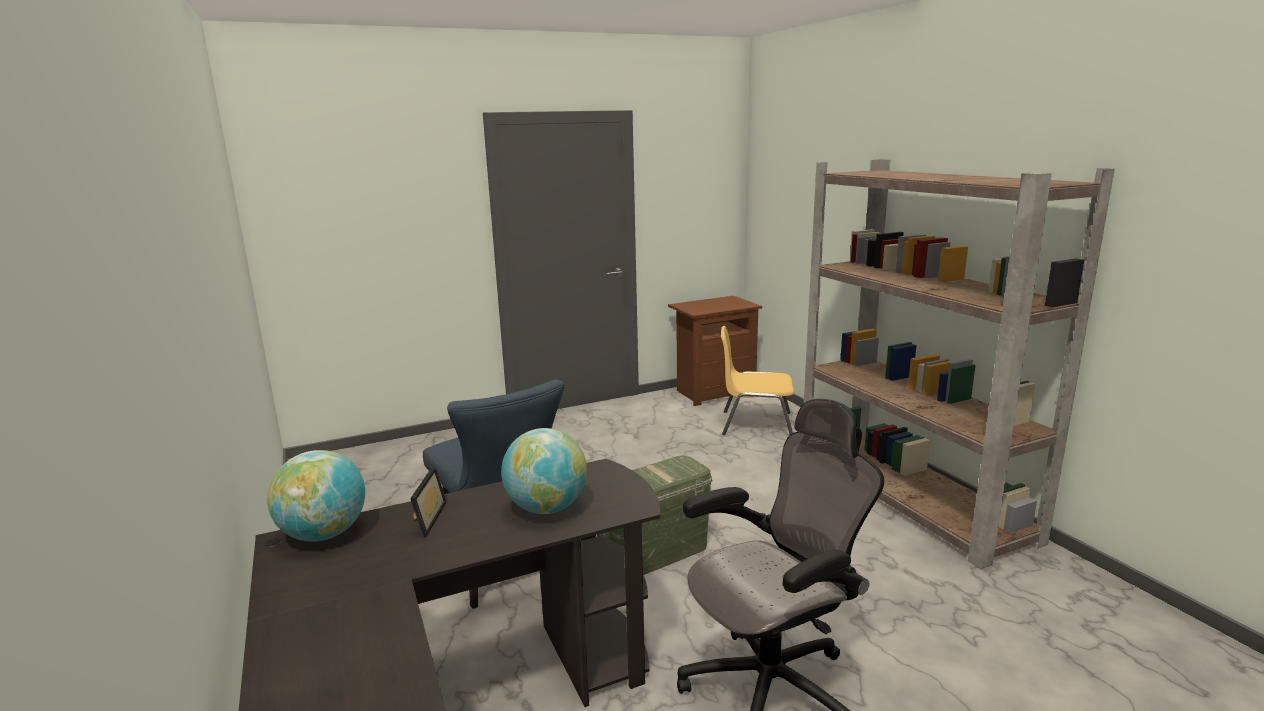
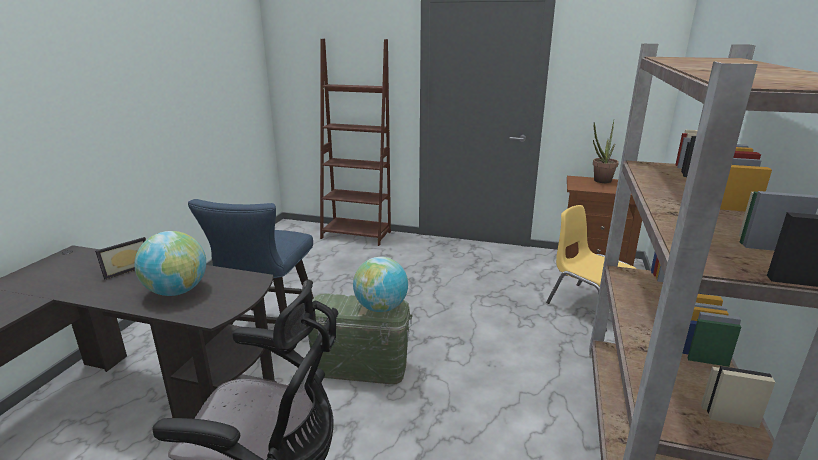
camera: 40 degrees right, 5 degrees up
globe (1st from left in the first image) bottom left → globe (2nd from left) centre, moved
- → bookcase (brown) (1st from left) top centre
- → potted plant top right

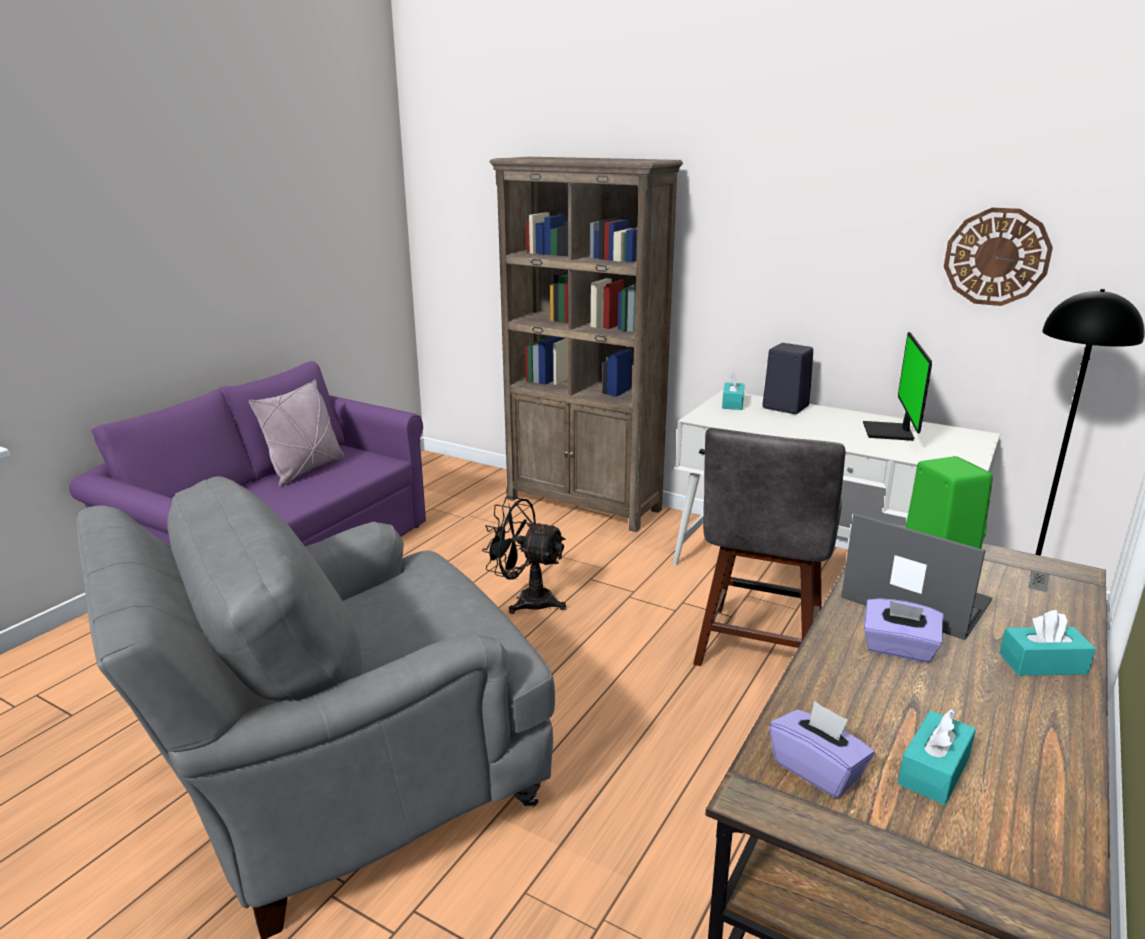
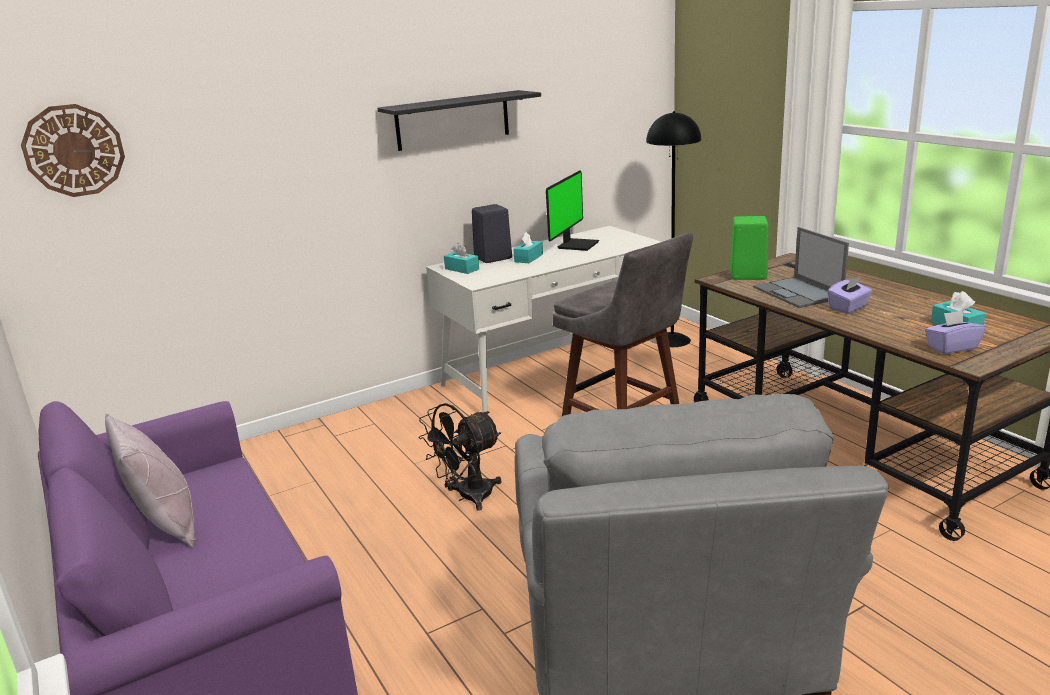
camera: 60 degrees left, 0 degrees up
bookcase (brown) centre → -
laptop middle right, 90 degrees counterclockwise
monitor middle right → monitor top centre, 105 degrees counterclockwise
wall clock top right → wall clock top left, moved
tissue box (turquoise) (3rd from left in the first image) bottom right → tissue box (turquoise) (2nd from left) centre, moved
- → shelf (black) top centre

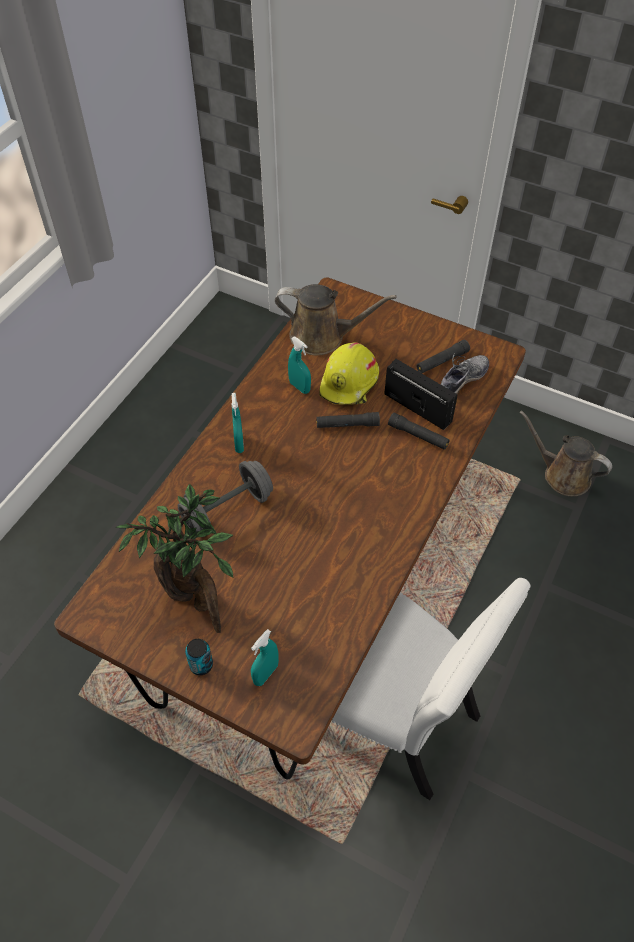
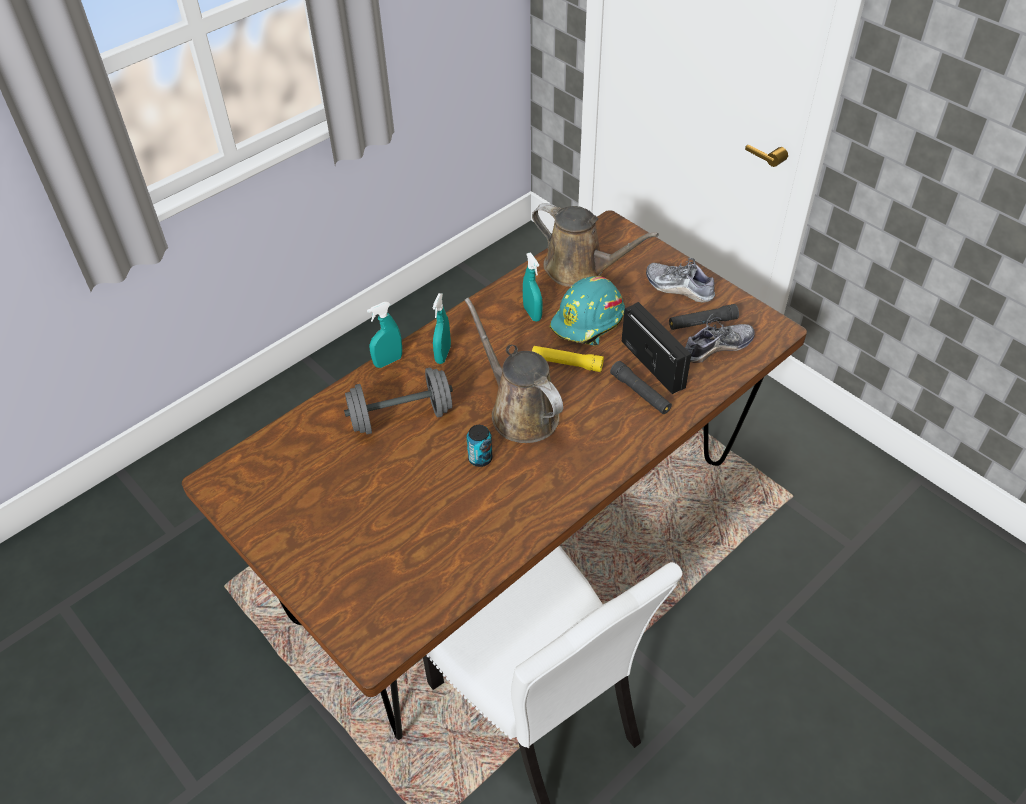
camera: 20 degrees right, 5 degrees down
potted plant middle left → -
can bottom left → can centre, moved
spray bottle (turquoise) (2nd from left in the first image) bottom centre → spray bottle (turquoise) (1st from left) centre, moved
flashlight (black) (1st from left) centre → flashlight (yellow) centre
hard hat (yellow) centre → hard hat (turquoise) centre
watering can (brown) (2nd from left in the first image) middle right → watering can (brown) (1st from left) centre, moved
- → shoe (1st from left) centre

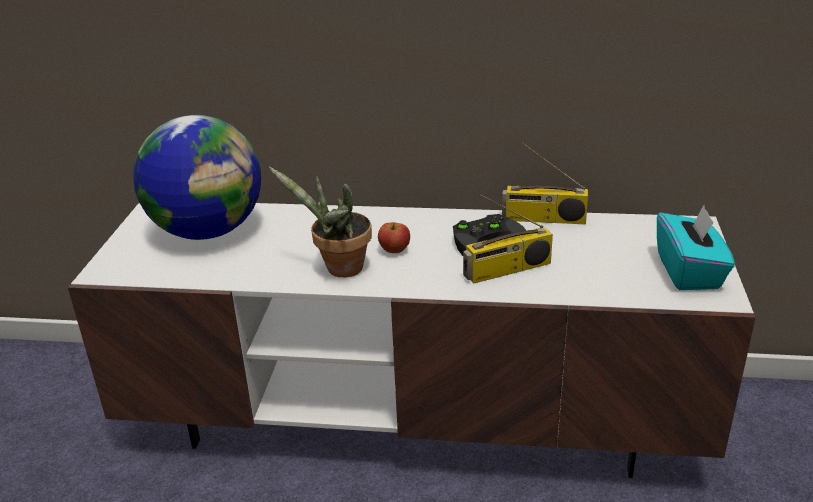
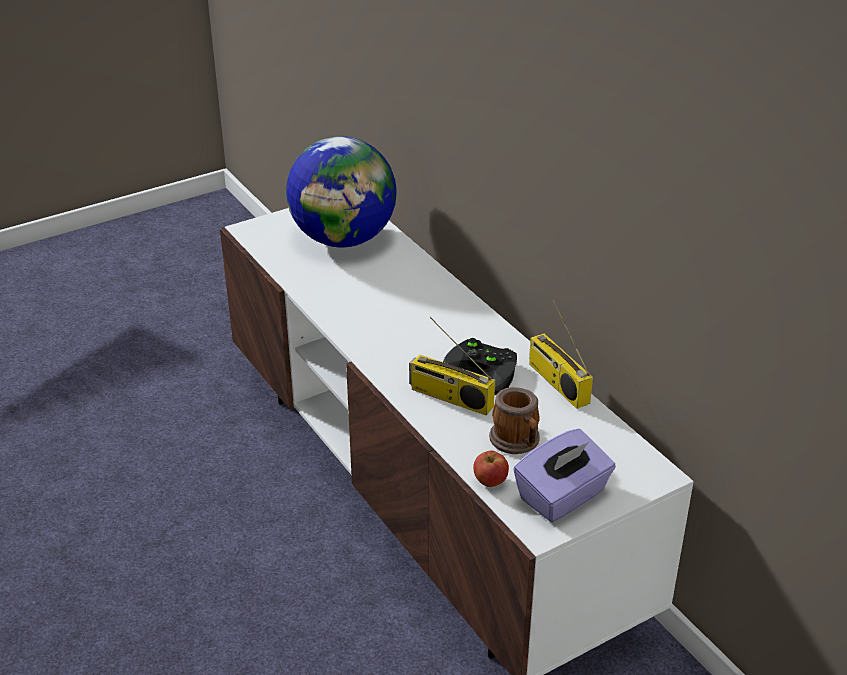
camera: 50 degrees right, 5 degrees up
potted plant centre → -
apple centre → apple bottom centre, moved
tissue box (turquoise) middle right → tissue box (purple) bottom centre
- → mug centre

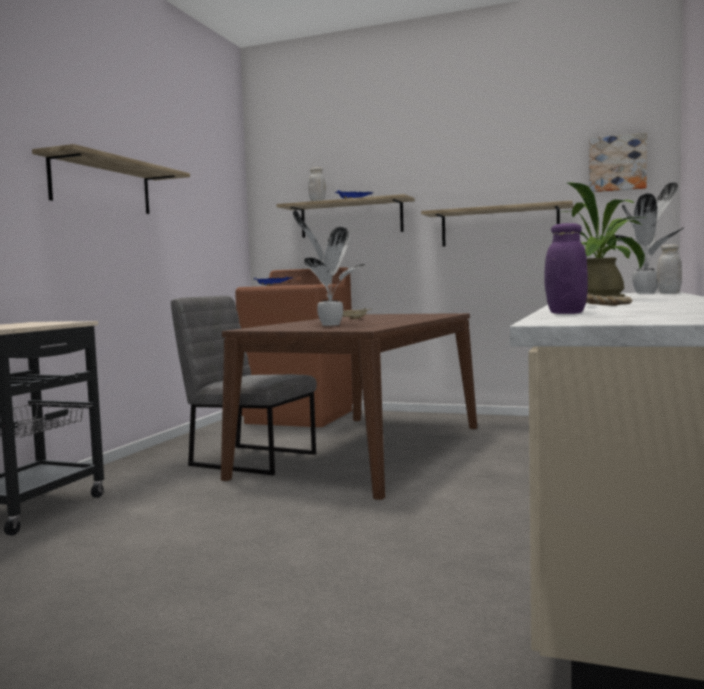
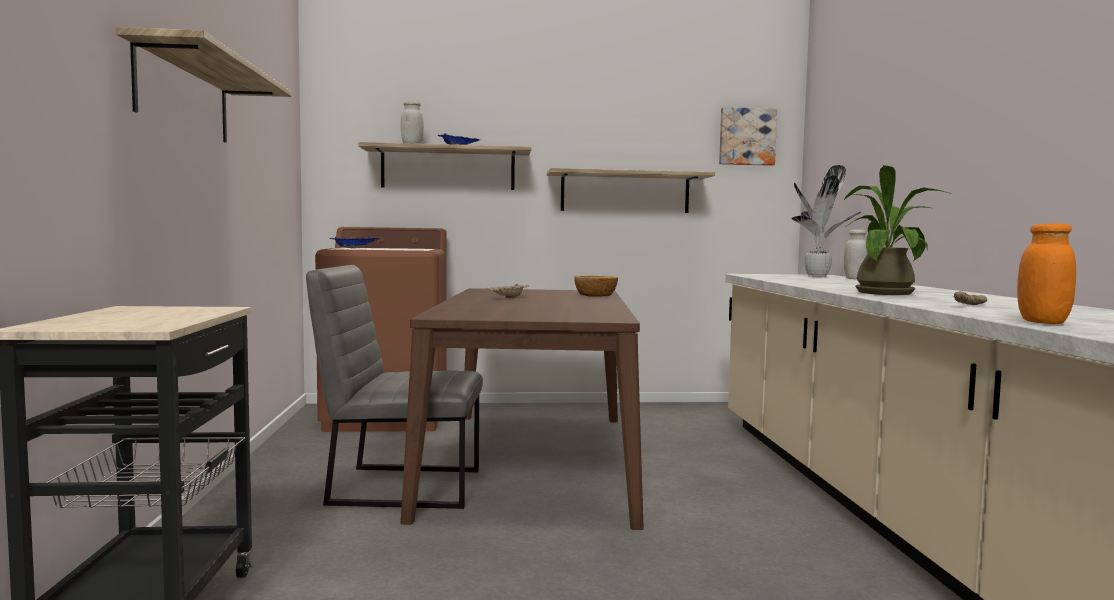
camera: 25 degrees left, 0 degrees up
potted plant (1st from left) centre → -
jar (purple) middle right → jar (orange) middle right
- → bowl centre

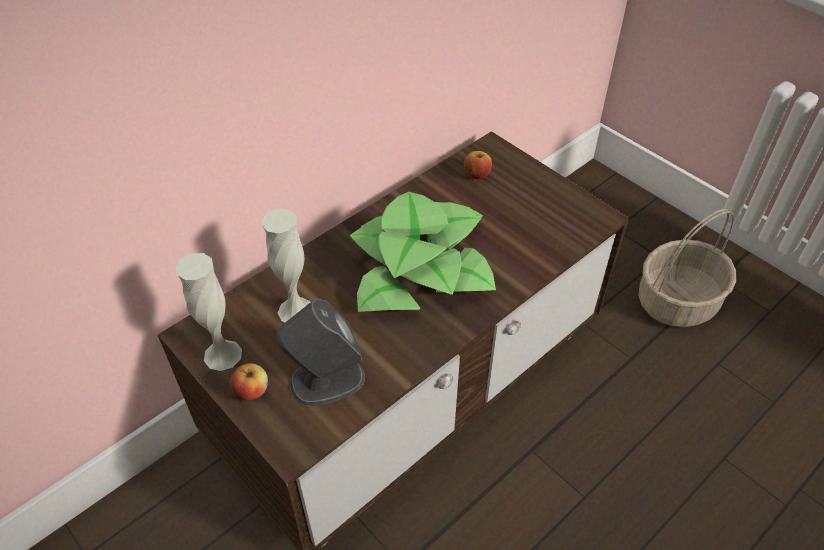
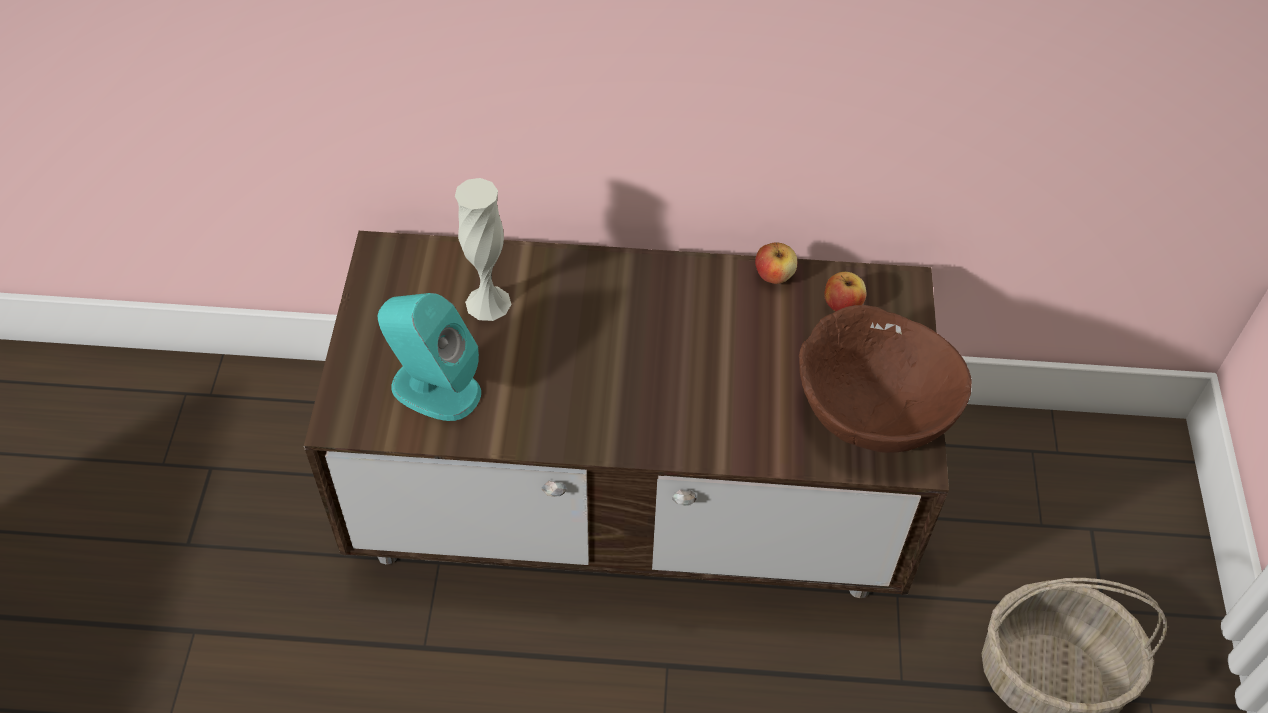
camera: 45 degrees right, 5 degrees up
vase (white) (1st from left) middle left → -
apple (1st from left) bottom left → apple (1st from left) centre, moved
speaker (grey) centre → speaker (turquoise) centre
potted plant centre → -
- → bowl (brown) middle right

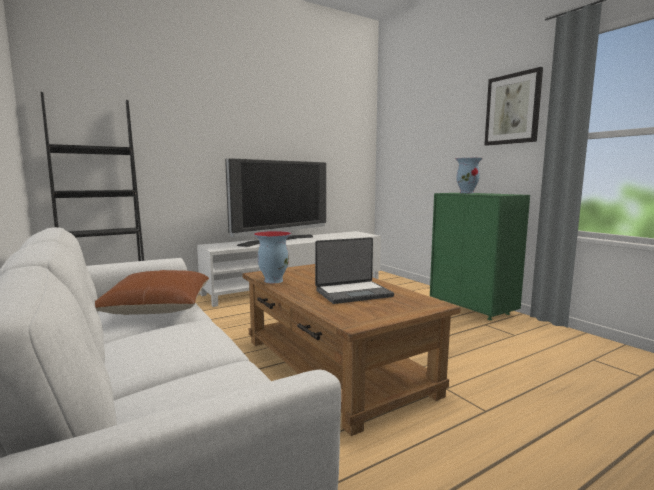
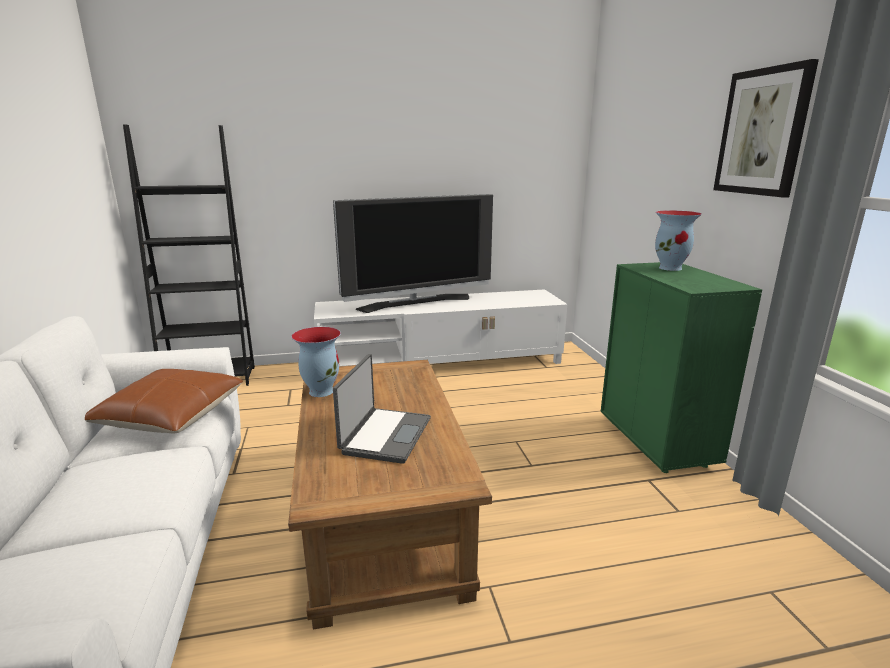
camera: 20 degrees right, 10 degrees up
laptop centre, 75 degrees counterclockwise

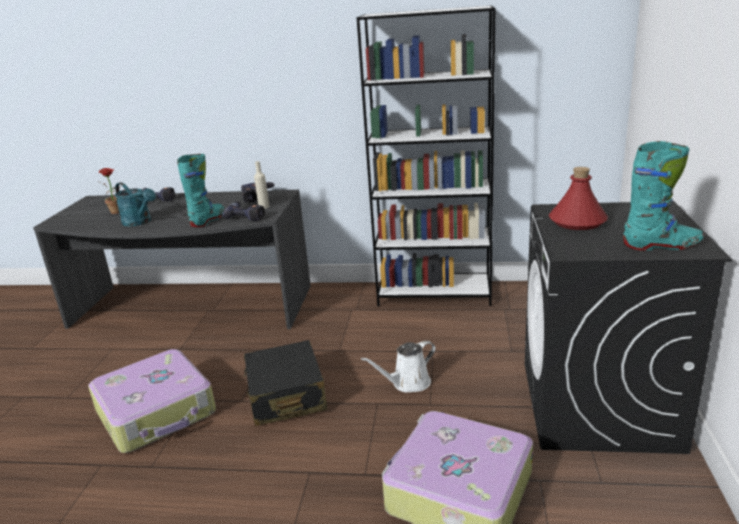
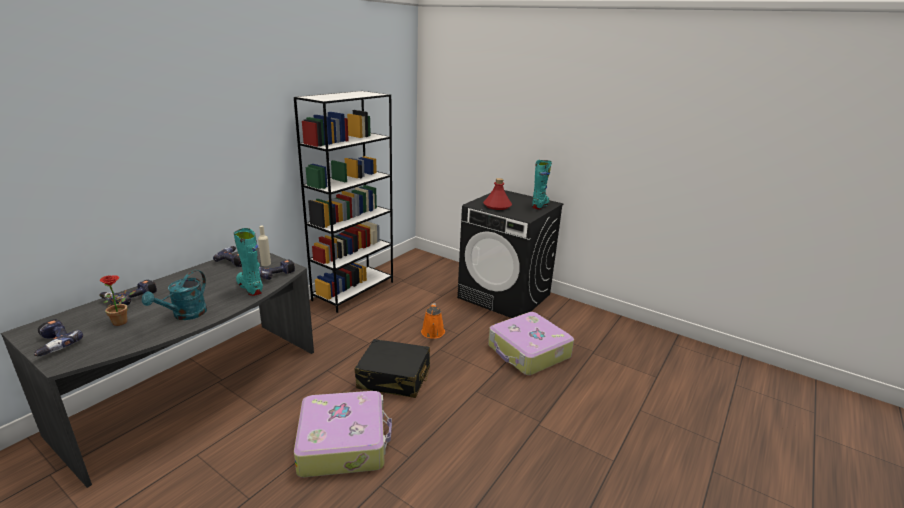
camera: 65 degrees left, 0 degrees up
watering can (turquoise) middle left, 135 degrees clockwise
watering can (white) bottom centre → watering can (orange) centre
- → power drill (1st from left) middle left

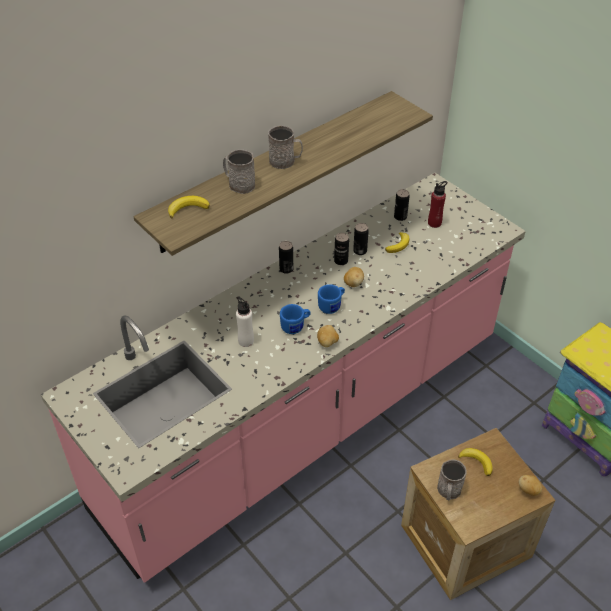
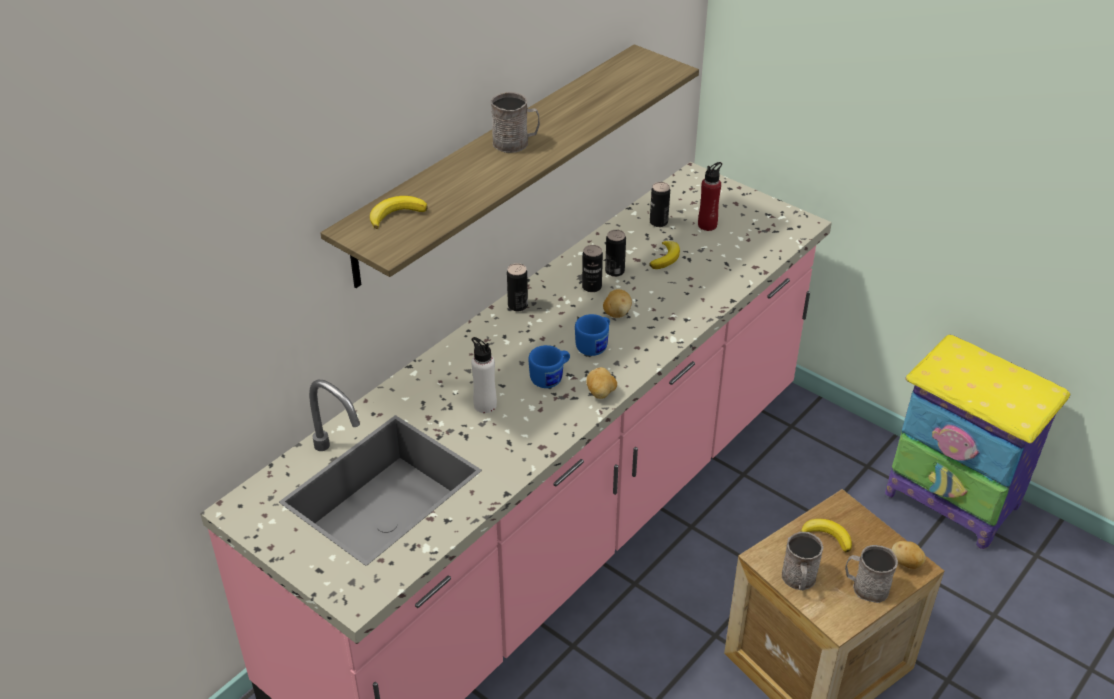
camera: 10 degrees left, 5 degrees down
mug (grey) (1st from left in the first image) top centre → mug (grey) (3rd from left) bottom right, moved

